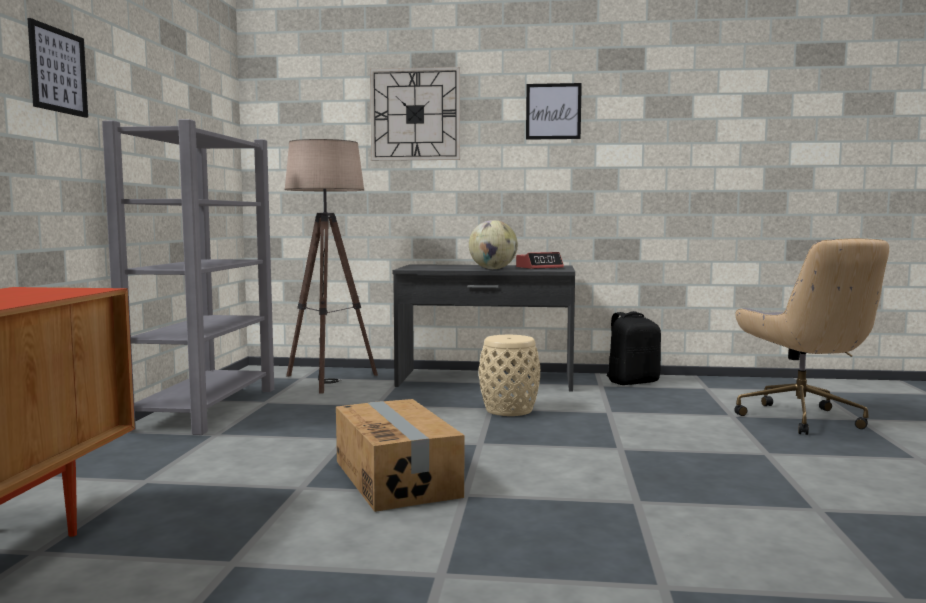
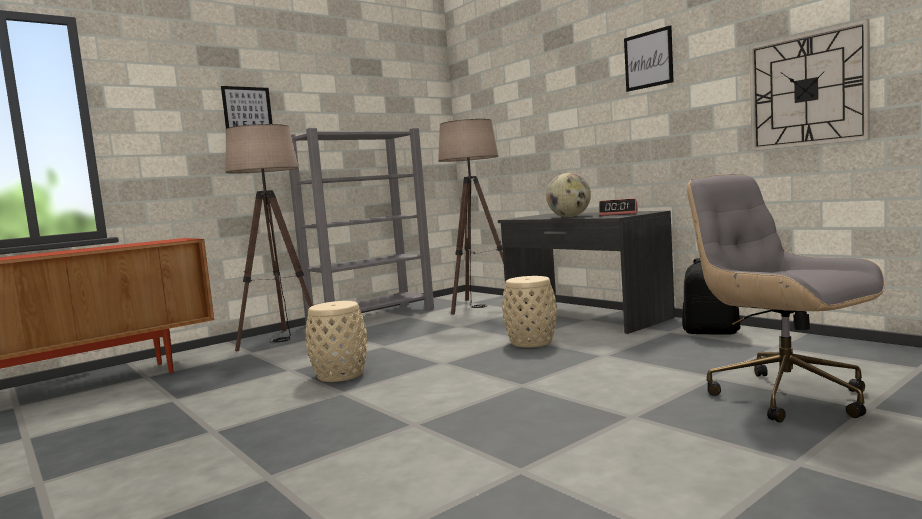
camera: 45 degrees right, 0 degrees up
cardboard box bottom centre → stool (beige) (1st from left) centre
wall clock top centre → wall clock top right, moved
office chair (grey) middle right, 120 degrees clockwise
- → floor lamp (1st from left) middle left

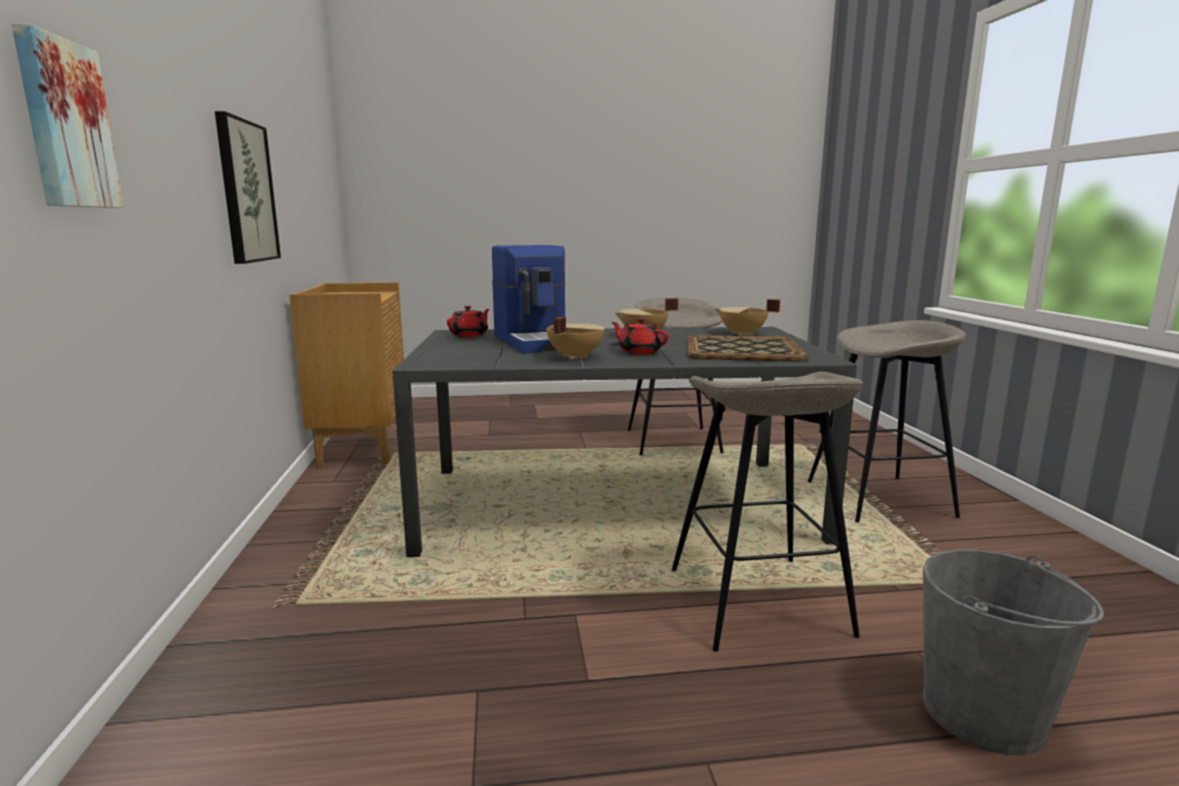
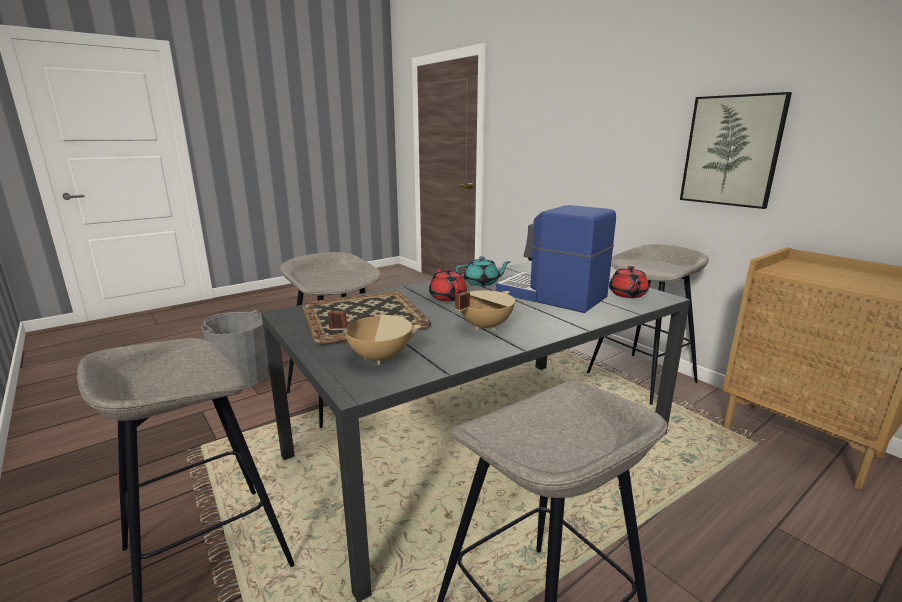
camera: 150 degrees right, 5 degrees up
picture (1st from left) top left → -
cooking pot (beige) (1st from left) centre → teapot (turquoise) centre
teapot (red) (2nd from left in the first image) centre → teapot (red) (1st from left) centre, 120 degrees counterclockwise
- → stool (grey) (4th from left) middle right

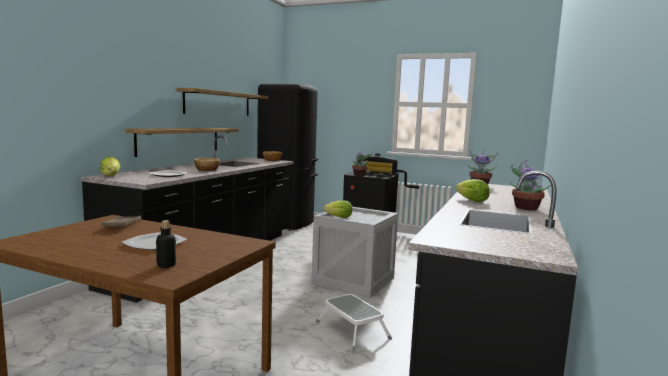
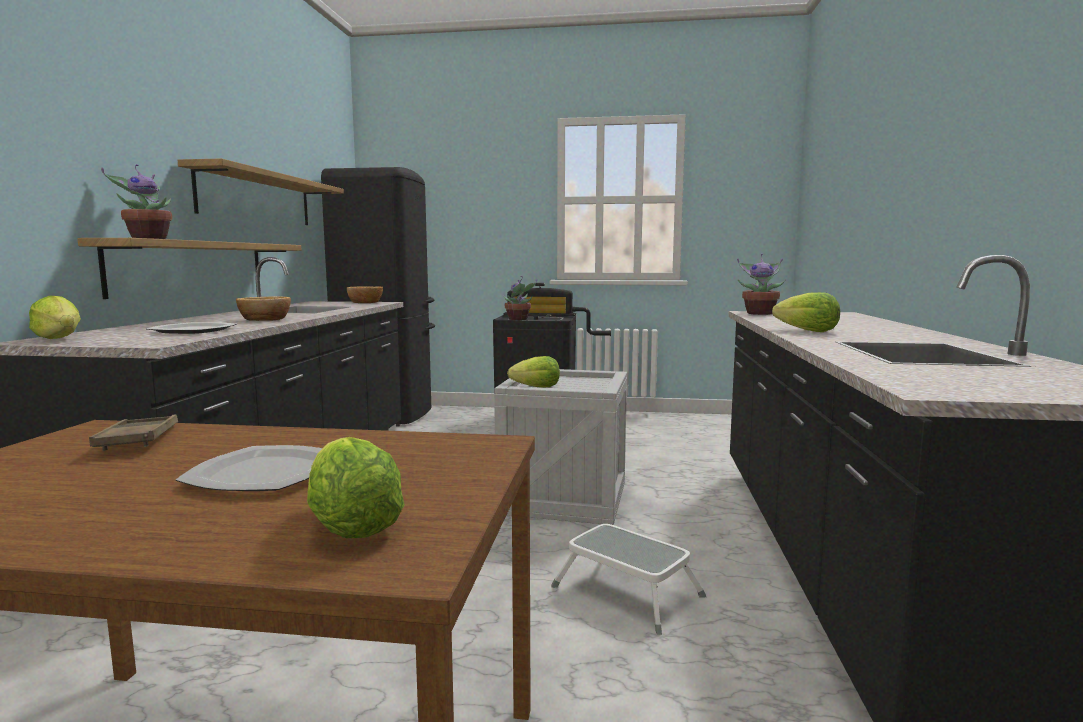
camera: 15 degrees left, 0 degrees up
bottle middle left → lettuce (2nd from left) bottom left
potted plant (3rd from left in the first image) middle right → potted plant (1st from left) top left, moved

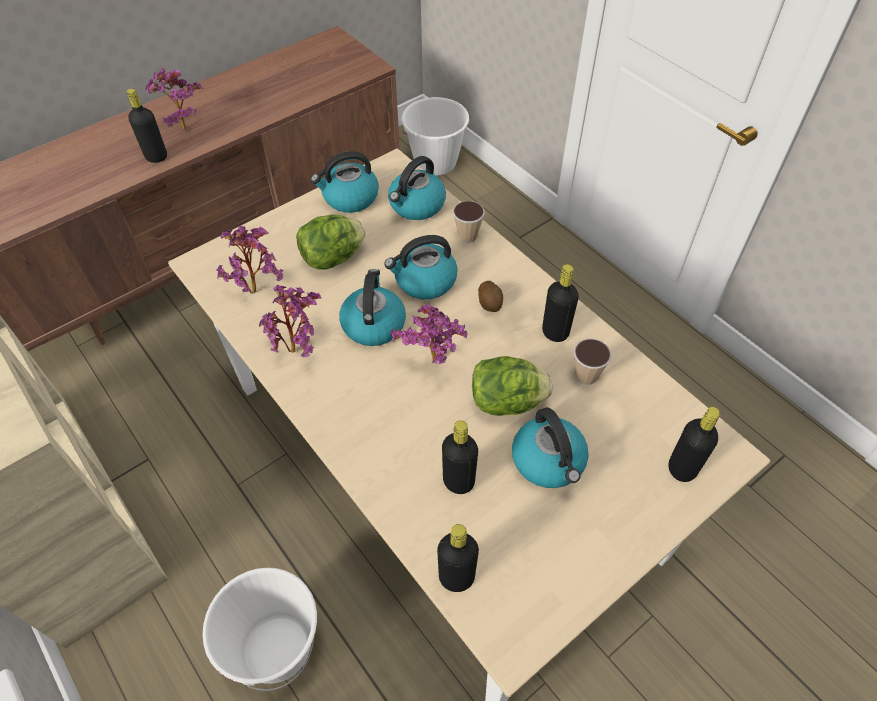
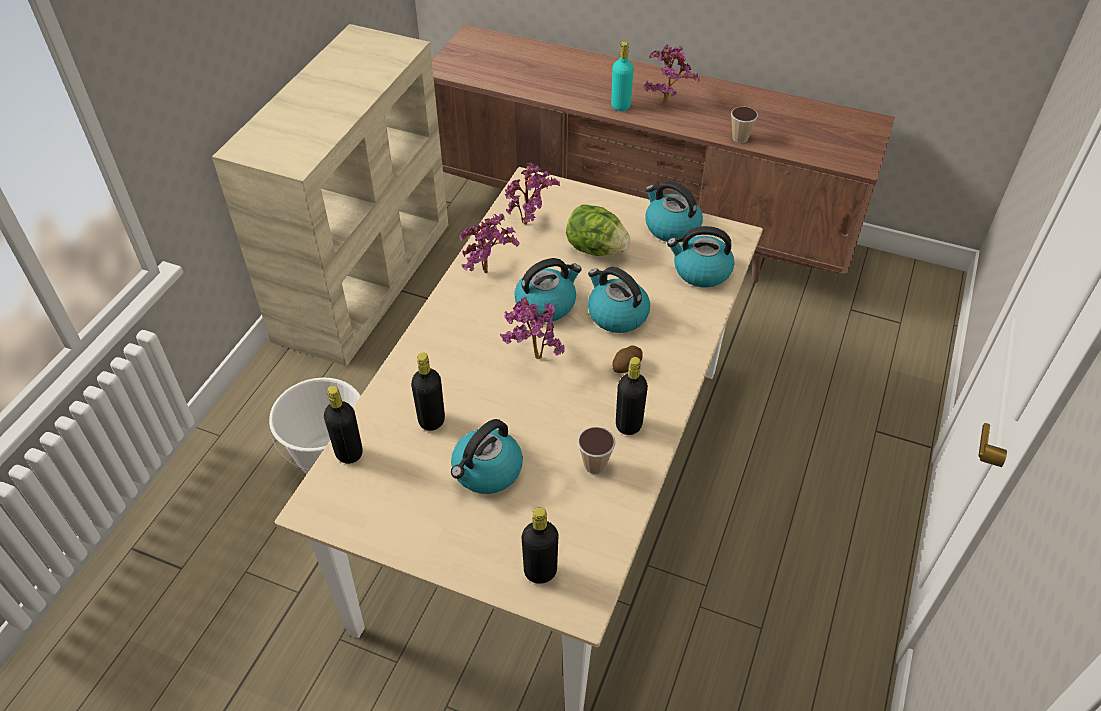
camera: 60 degrees right, 5 degrees down
bottle (black) (1st from left) top left → bottle (turquoise) top centre
bucket (white) (2nd from left) top centre → -
cup (1st from left in the first image) top centre → cup (2nd from left) top right, moved
lettuce (2nd from left) centre → -

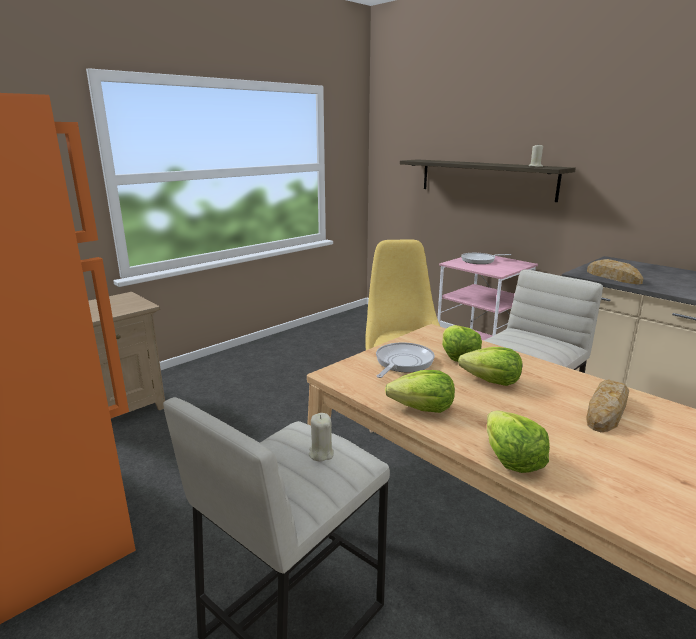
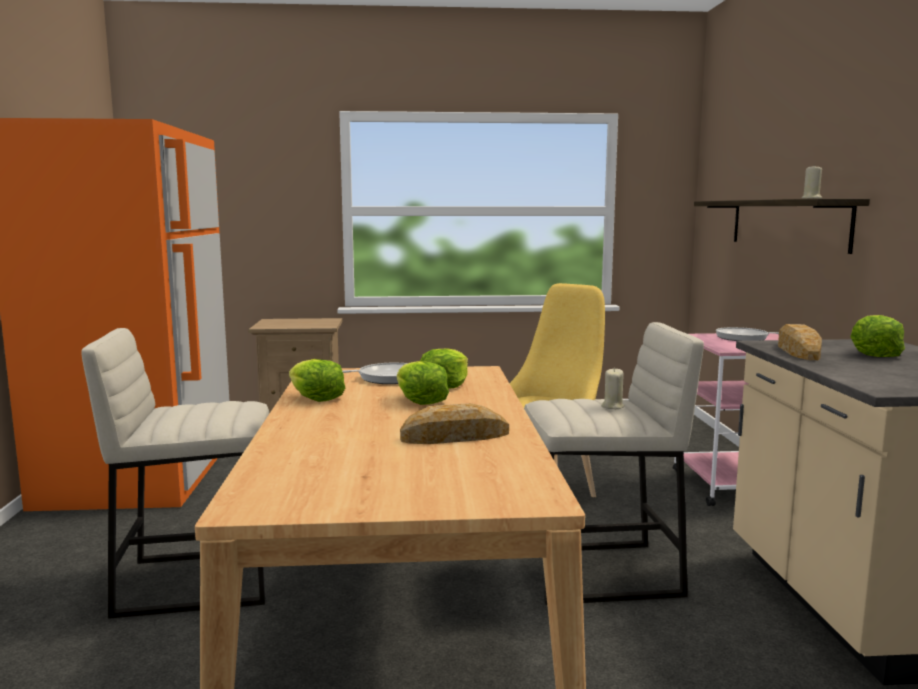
camera: 40 degrees right, 10 degrees down
candle (beige) (1st from left) bottom centre → candle (beige) (1st from left) middle right, moved
lettuce (4th from left) bottom right → lettuce (4th from left) middle right, moved

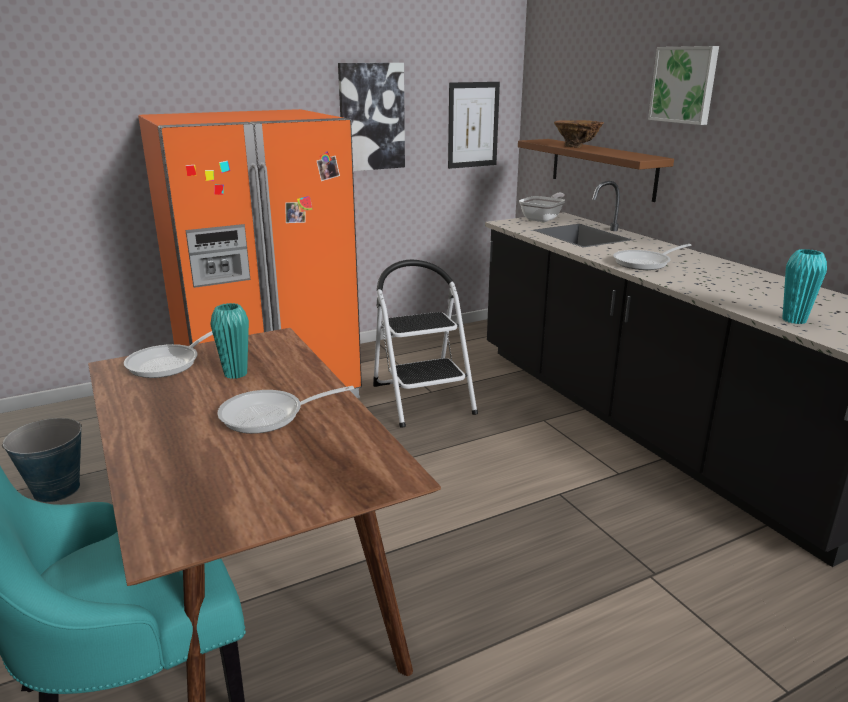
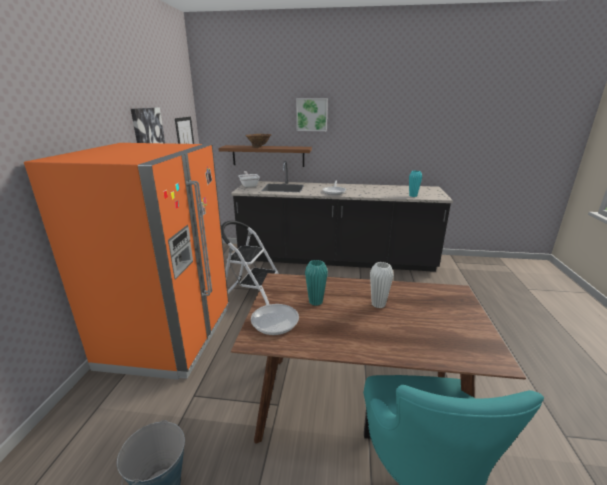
camera: 55 degrees left, 0 degrees up
frying pan (2nd from left) centre → vase (white) centre

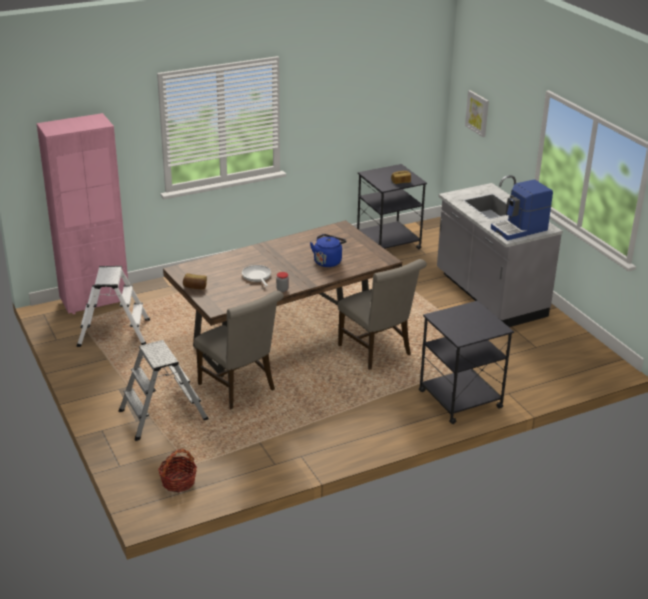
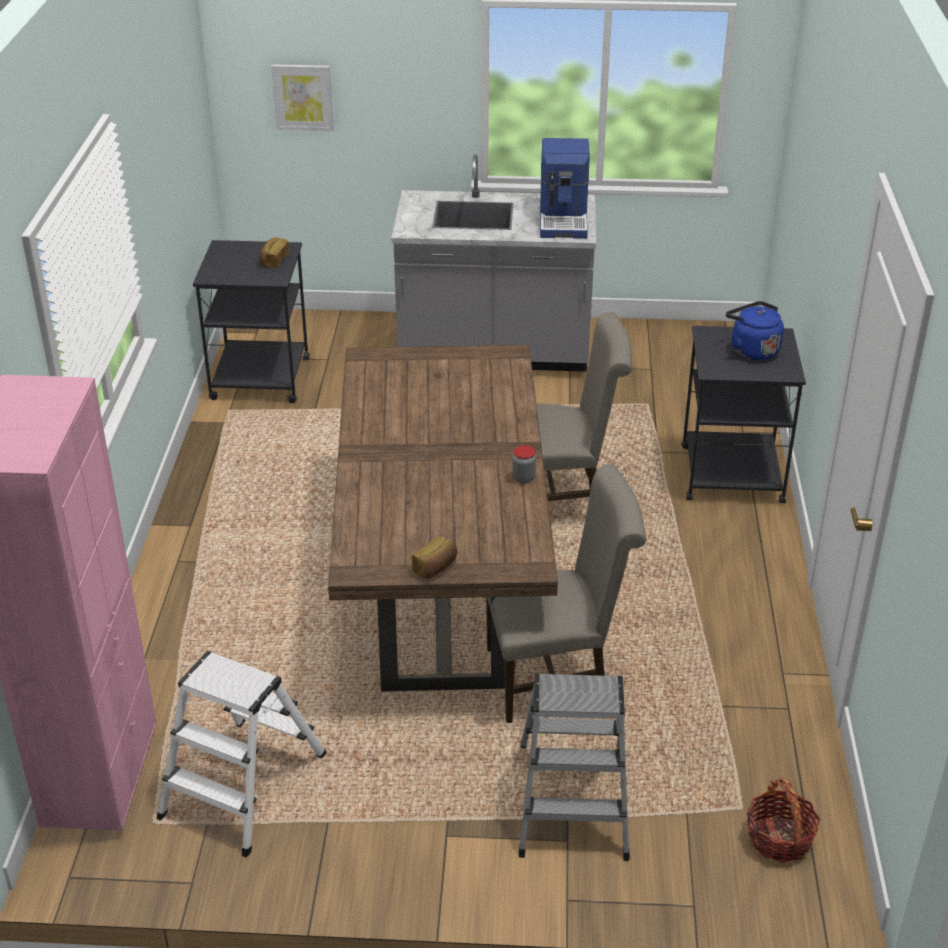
camera: 60 degrees left, 5 degrees up
frying pan centre → -
kettle (blue) centre → kettle (blue) middle right, moved

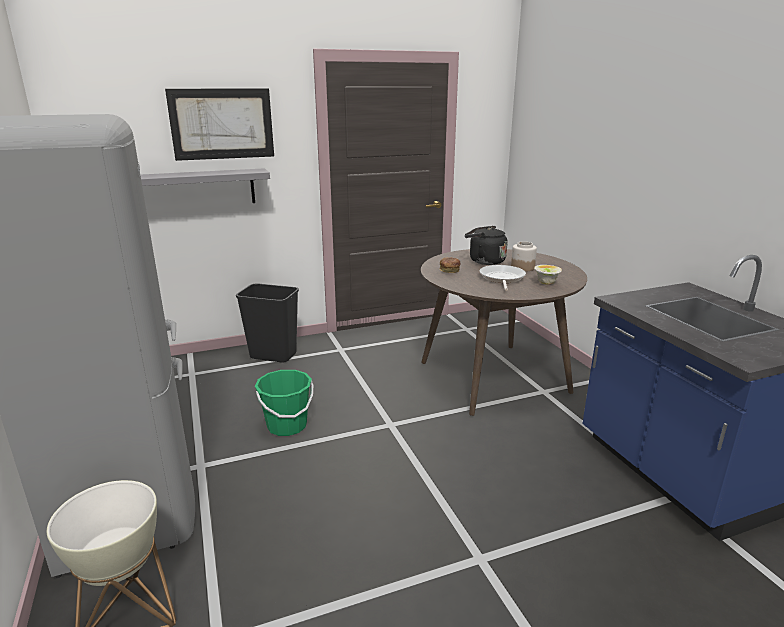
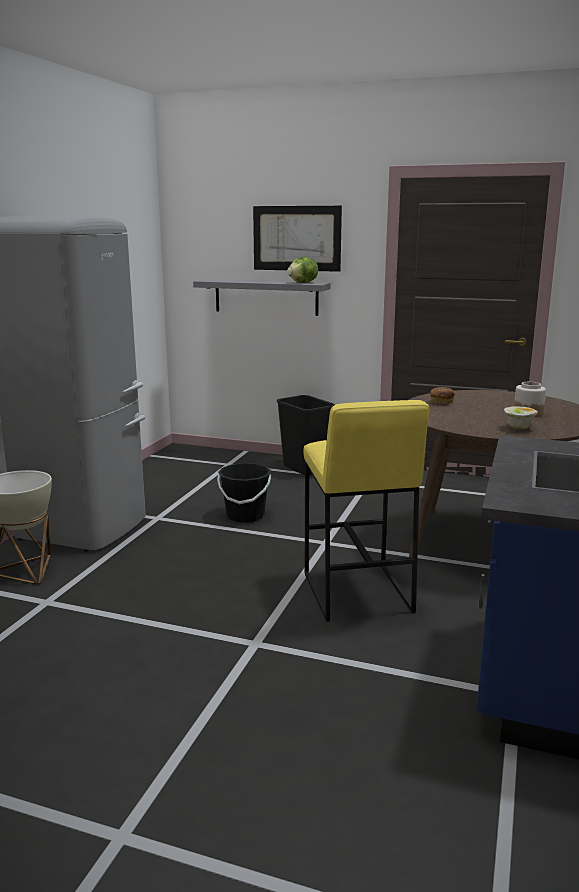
camera: 40 degrees right, 5 degrees down
bucket (green) centre → bucket (black) centre
kettle (black) centre → -
frying pan centre → -
- → lettuce top centre
- → stool (yellow) centre

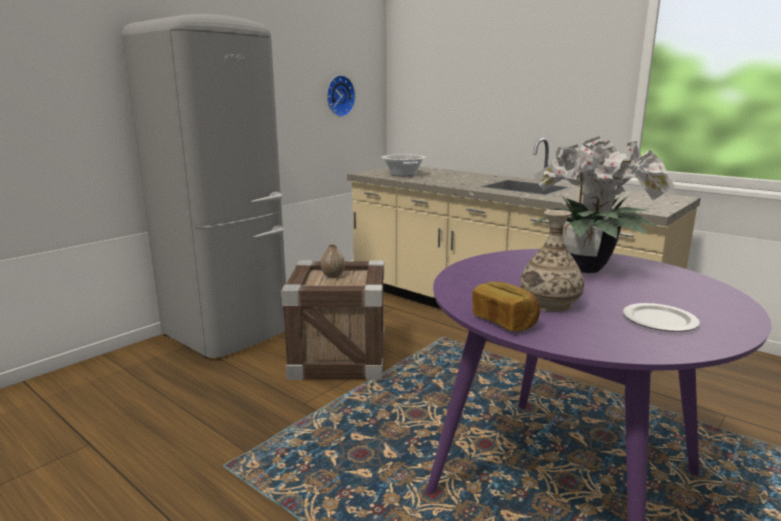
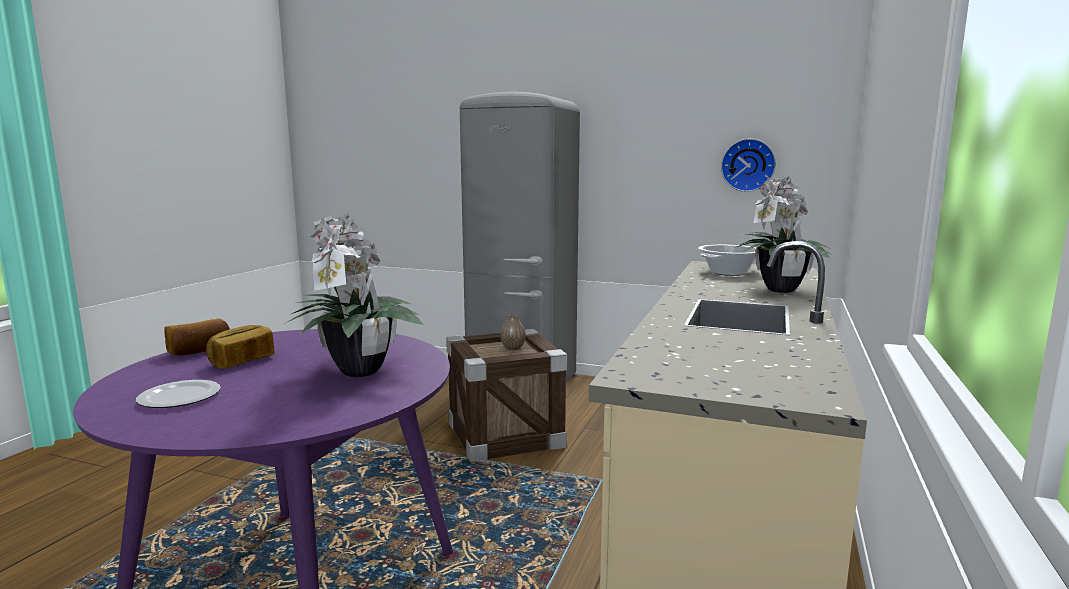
camera: 70 degrees right, 5 degrees down
vase (2nd from left) middle right → bread (2nd from left) middle left
- → potted plant (2nd from left) middle right

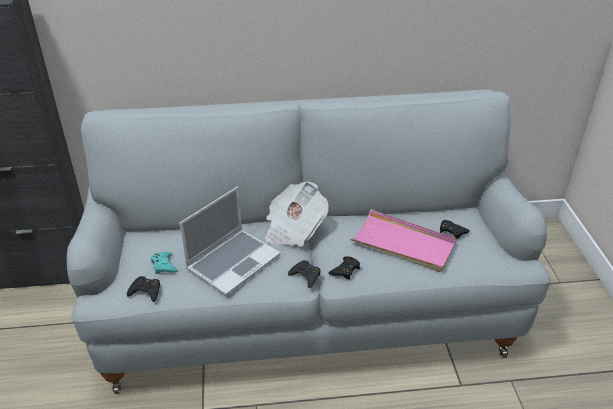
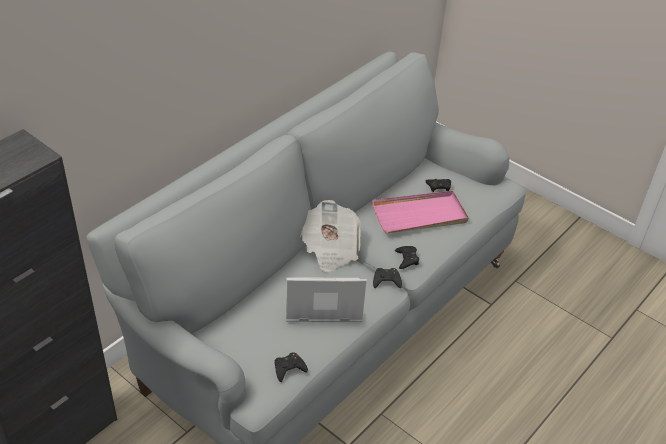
camera: 45 degrees left, 5 degrees up
game controller (turquoise) middle left → -
laptop centre → laptop bottom centre, 90 degrees counterclockwise

